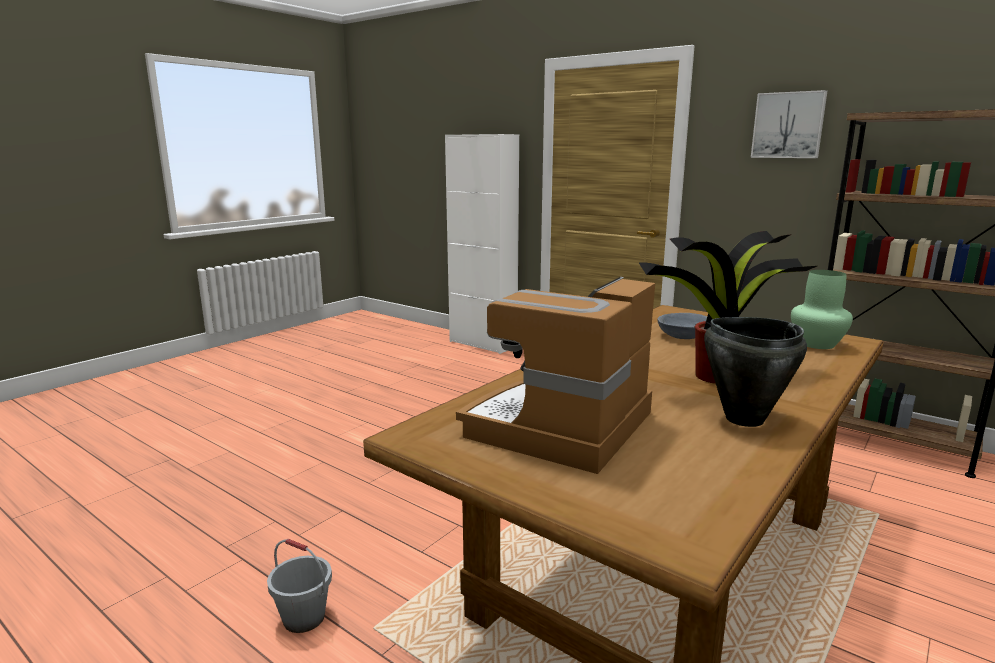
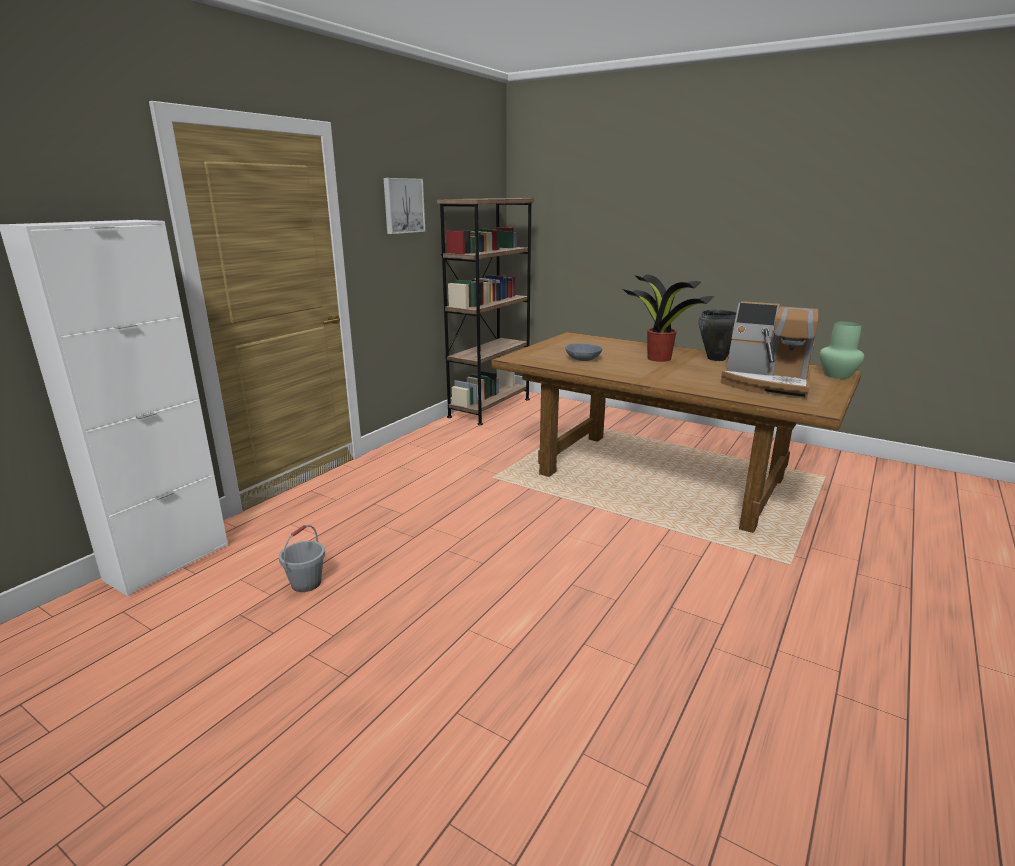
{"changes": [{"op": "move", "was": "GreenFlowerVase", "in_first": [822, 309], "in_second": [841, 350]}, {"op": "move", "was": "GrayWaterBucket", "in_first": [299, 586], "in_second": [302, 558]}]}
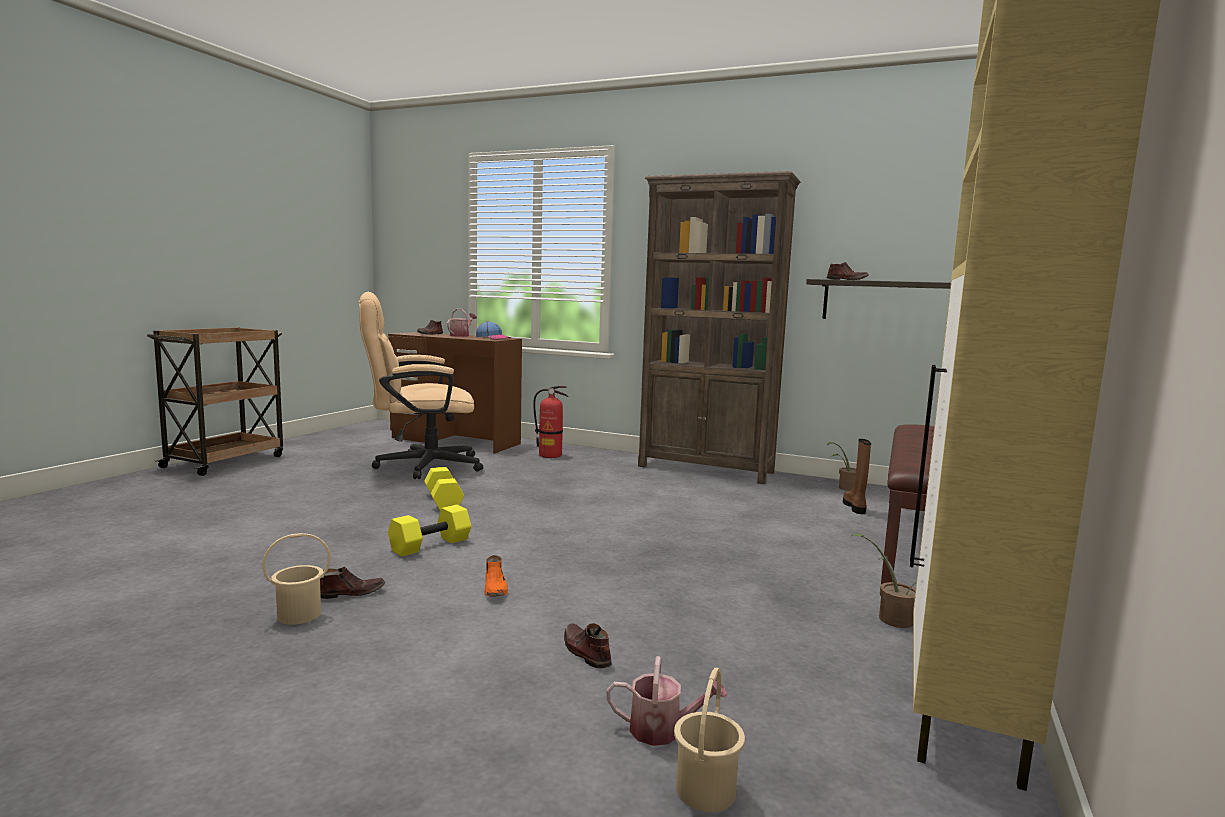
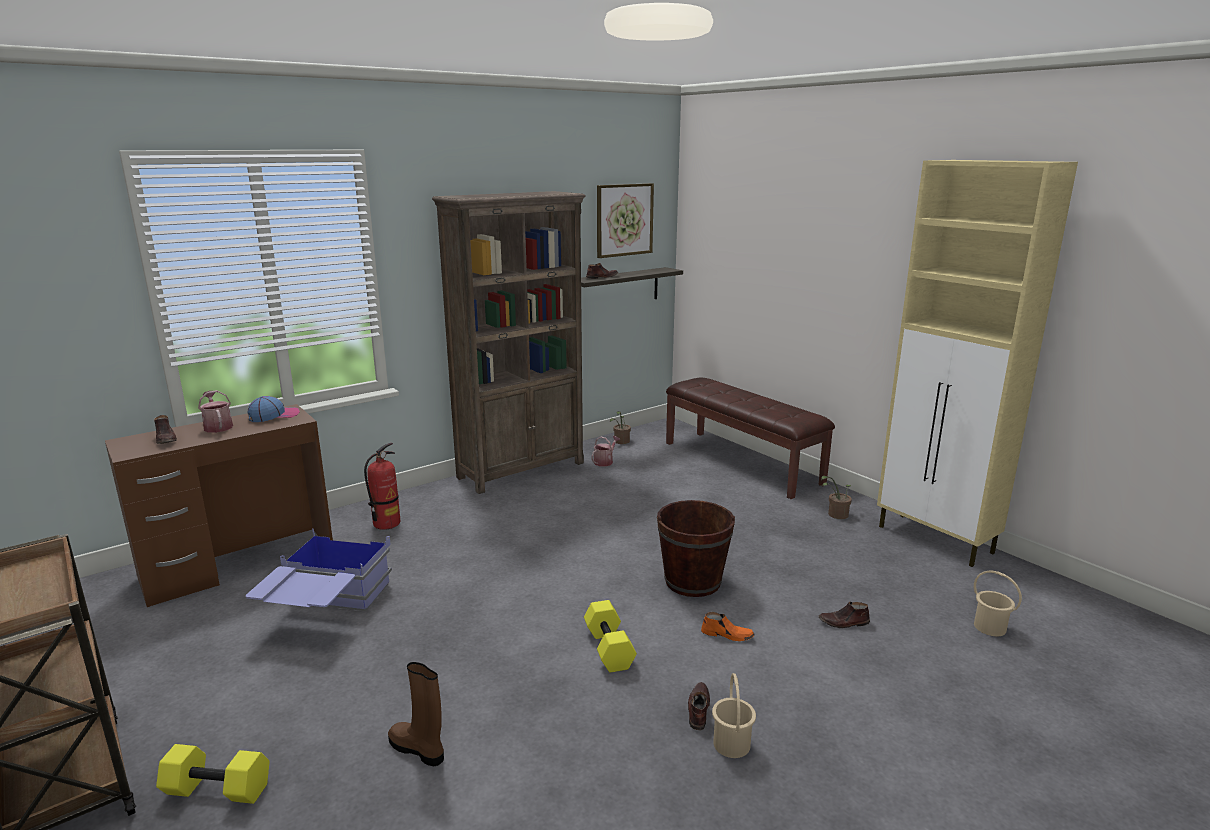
{"changes": [{"op": "replace", "was": "BeigeComputerChair", "now": "BlueStorageBox", "in_first": [421, 385], "in_second": [318, 569]}, {"op": "move", "was": "BrownBoot", "in_first": [857, 476], "in_second": [416, 714]}, {"op": "move", "was": "YellowColouredDumbbell", "in_first": [444, 489], "in_second": [213, 774]}, {"op": "move", "was": "SprinklingCan", "in_first": [666, 701], "in_second": [605, 451]}, {"op": "insert", "now": "WallPicture", "in_second": [625, 220]}, {"op": "insert", "now": "BrownWaterBucket", "in_second": [696, 548]}]}
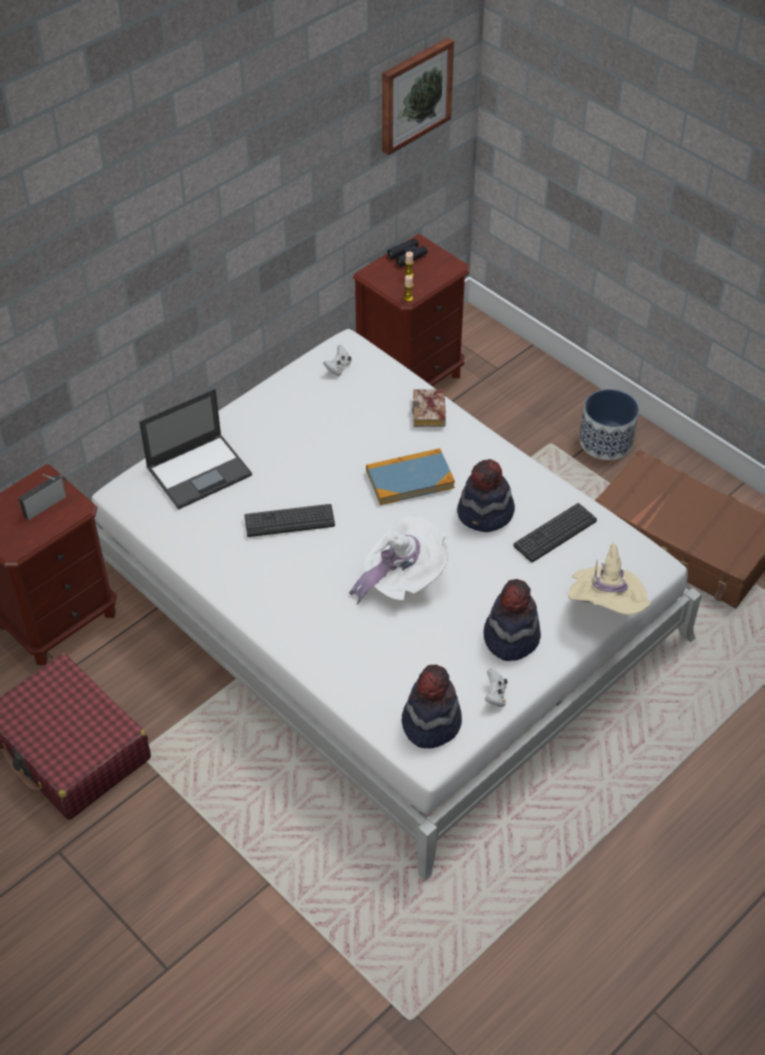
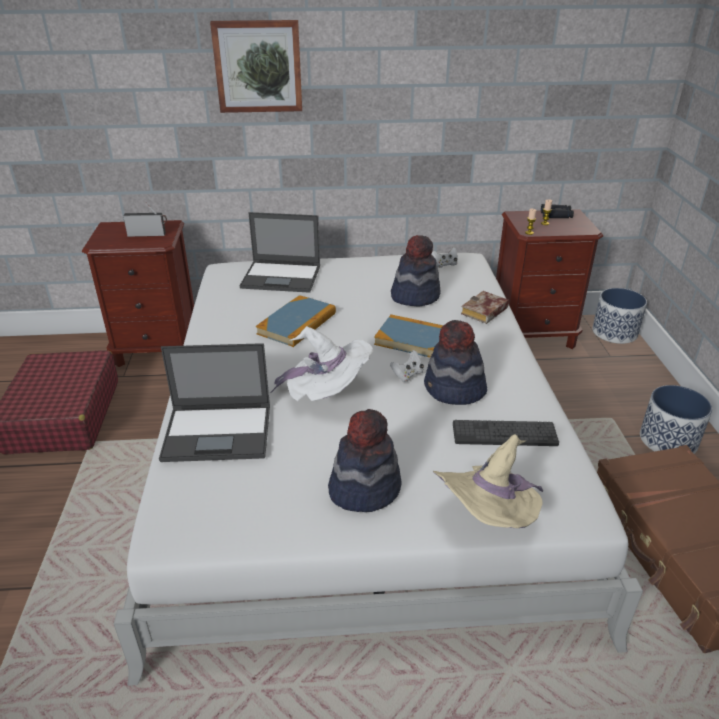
{"changes": [{"op": "move", "was": "WallPicture", "in_first": [418, 96], "in_second": [256, 66]}, {"op": "replace", "was": "Keyboard", "now": "BoundBook", "in_first": [289, 520], "in_second": [296, 321]}, {"op": "move", "was": "Hat", "in_first": [432, 706], "in_second": [416, 271]}, {"op": "move", "was": "WhitishGameController", "in_first": [496, 688], "in_second": [407, 366]}, {"op": "insert", "now": "FlowerPot", "in_second": [619, 316]}, {"op": "insert", "now": "PortableComputer", "in_second": [214, 402]}]}
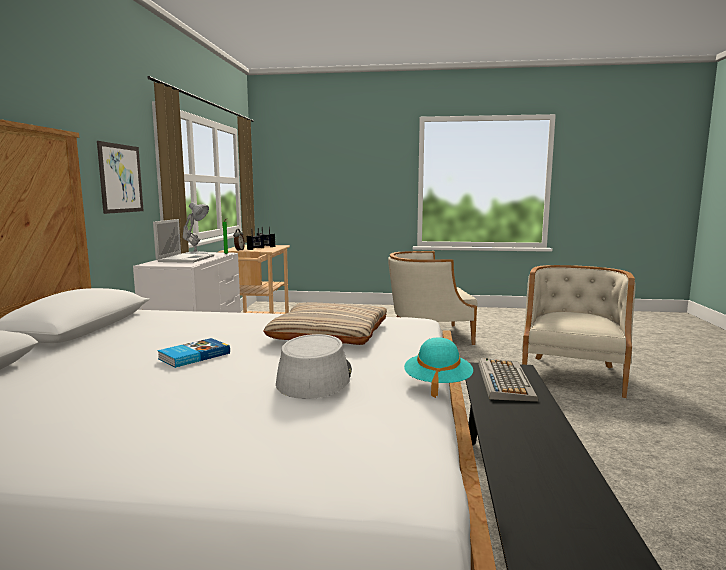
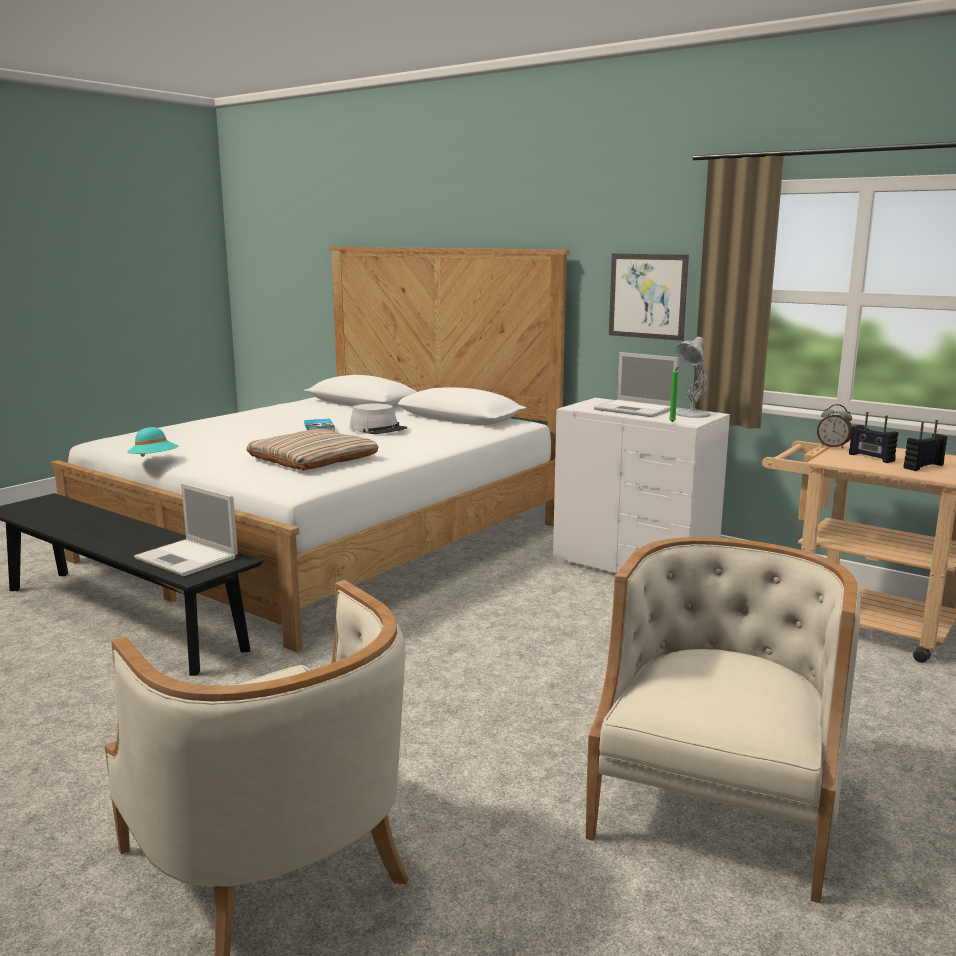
{"changes": [{"op": "move", "was": "GrayHat", "in_first": [314, 366], "in_second": [378, 419]}, {"op": "replace", "was": "Keyboard", "now": "PortableComputer", "in_first": [508, 380], "in_second": [186, 529]}]}
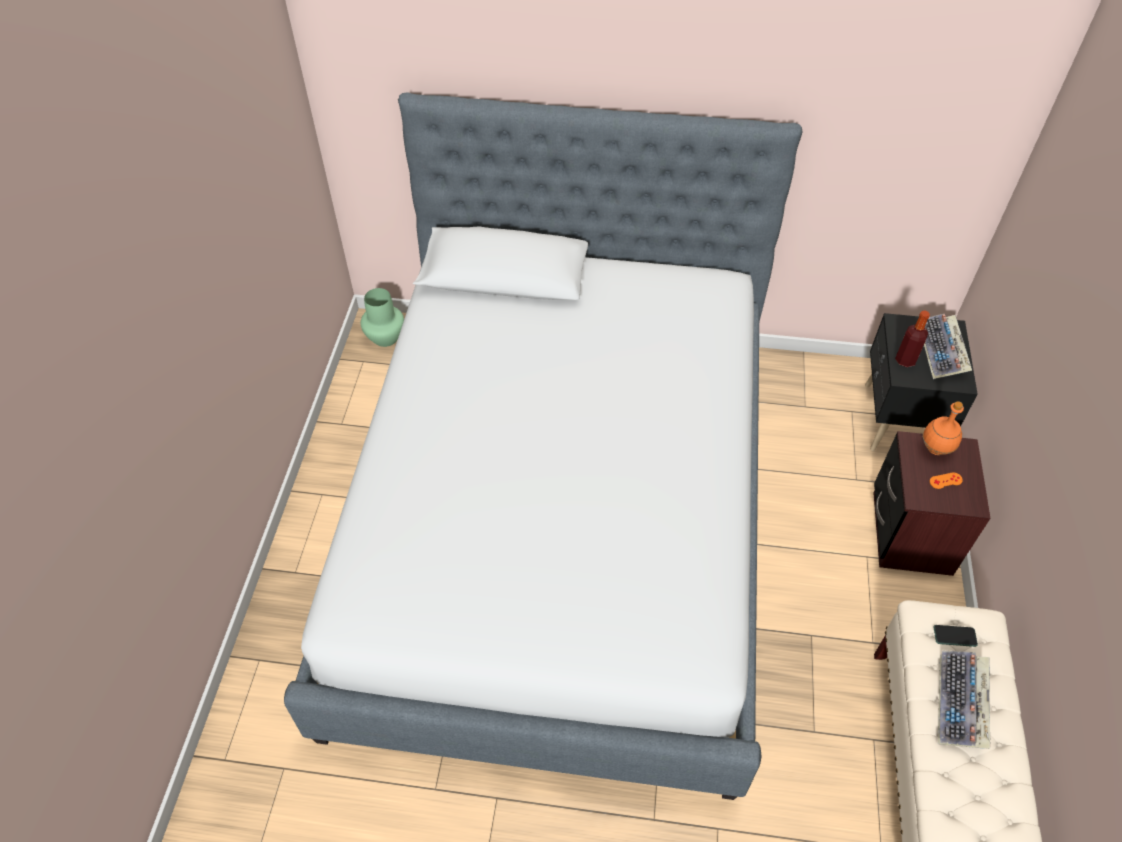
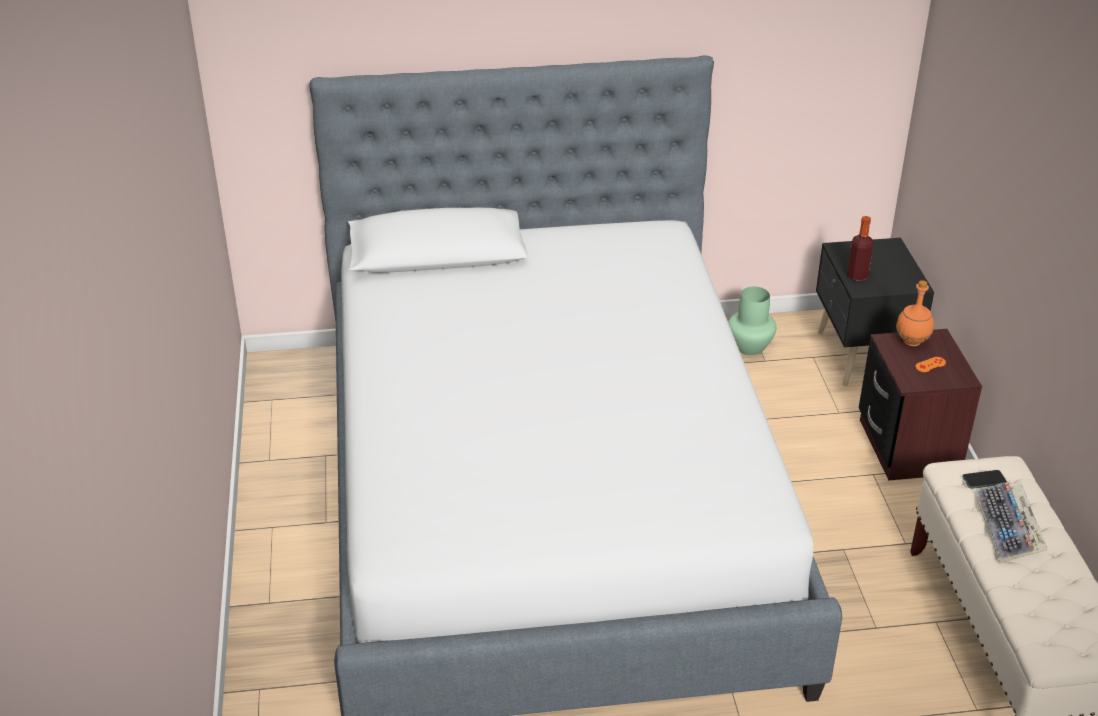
{"changes": [{"op": "move", "was": "GreenFlowerVase", "in_first": [382, 317], "in_second": [752, 321]}, {"op": "delete", "was": "Keyboard", "in_first": [948, 346]}]}
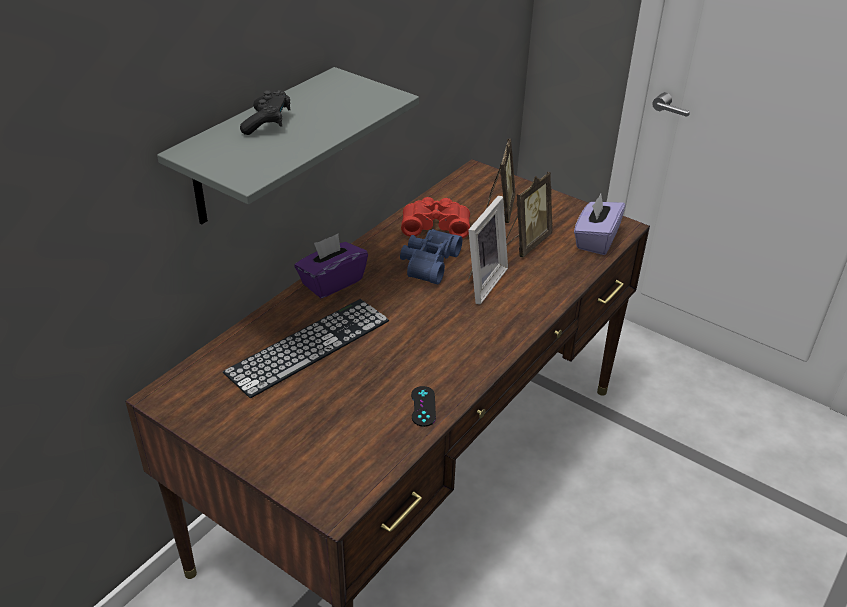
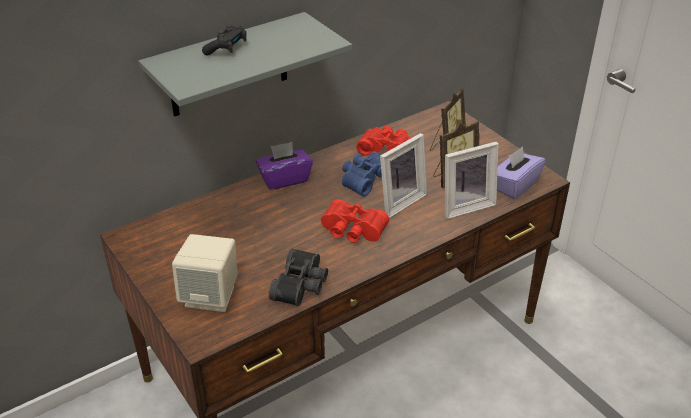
{"changes": [{"op": "delete", "was": "Keyboard", "in_first": [306, 349]}, {"op": "replace", "was": "BlackGameController", "now": "BlackFieldGlasses", "in_first": [423, 406], "in_second": [298, 277]}, {"op": "insert", "now": "PictureFrame", "in_second": [472, 180]}, {"op": "insert", "now": "RedColouredFieldGlasses", "in_second": [355, 221]}, {"op": "insert", "now": "BeigeAudioSpeaker", "in_second": [205, 273]}]}
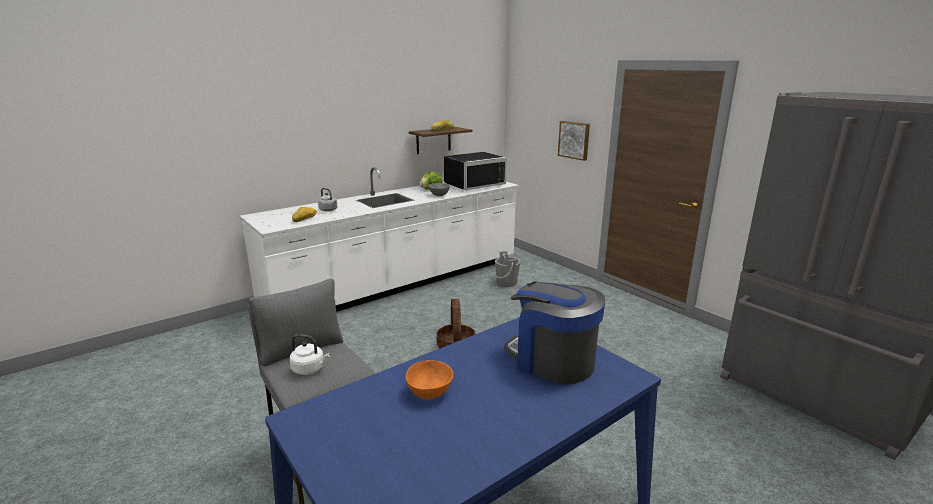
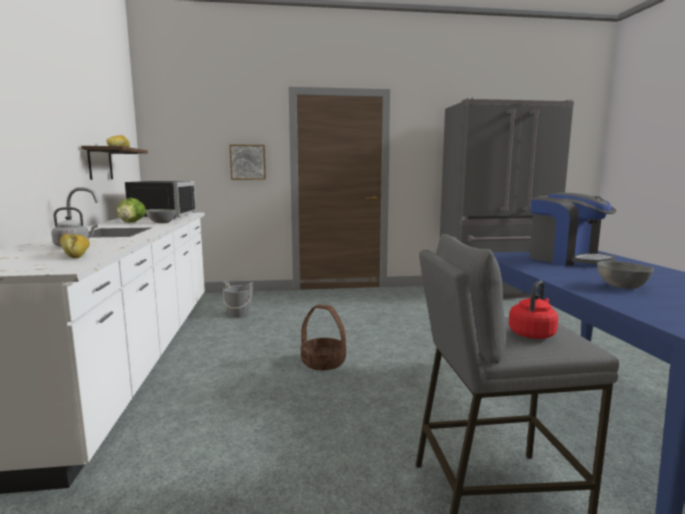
{"changes": [{"op": "rotate", "was": "CoffeeMaker", "in_first": [554, 333], "in_second": [573, 229], "clockwise": -105}, {"op": "recolor", "was": "WhitishTeaKettle", "now": "RedColouredTeaKettle", "in_first": [310, 354], "in_second": [533, 310]}, {"op": "recolor", "was": "OrangeyBowl", "now": "GrayBowl", "in_first": [429, 379], "in_second": [625, 275]}]}
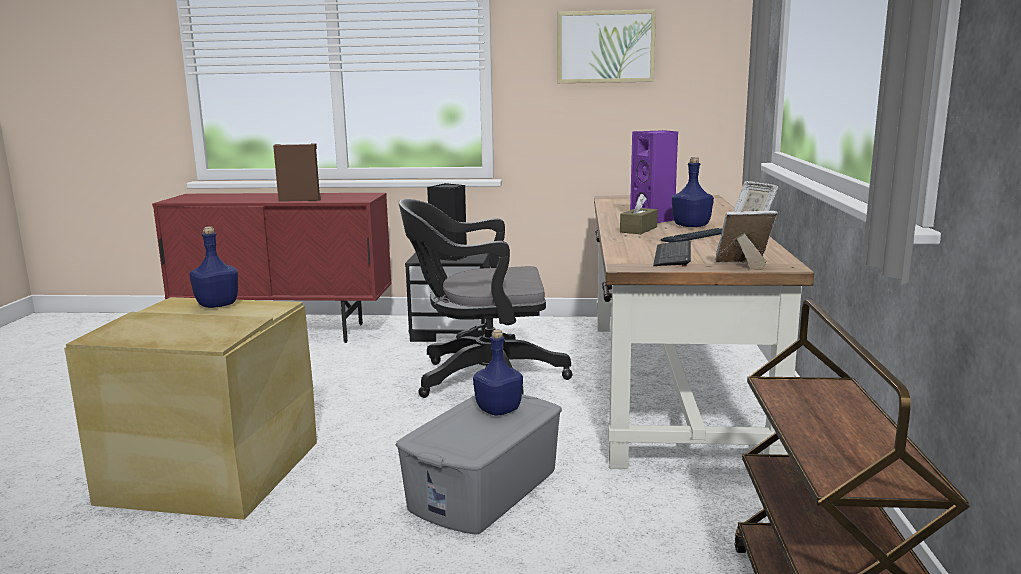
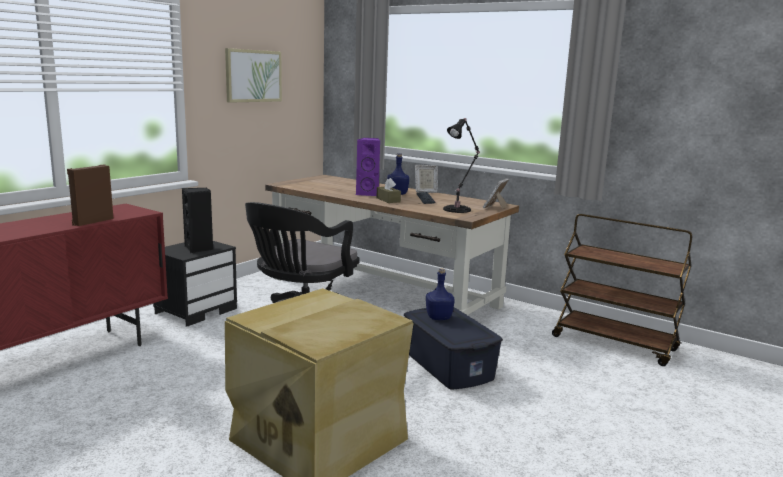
{"changes": [{"op": "delete", "was": "BlueBottle", "in_first": [213, 267]}, {"op": "replace", "was": "Keyboard", "now": "BlackTableLamp", "in_first": [672, 253], "in_second": [461, 165]}, {"op": "recolor", "was": "GrayStorageBox", "now": "BlueStorageBox", "in_first": [479, 464], "in_second": [453, 348]}]}
